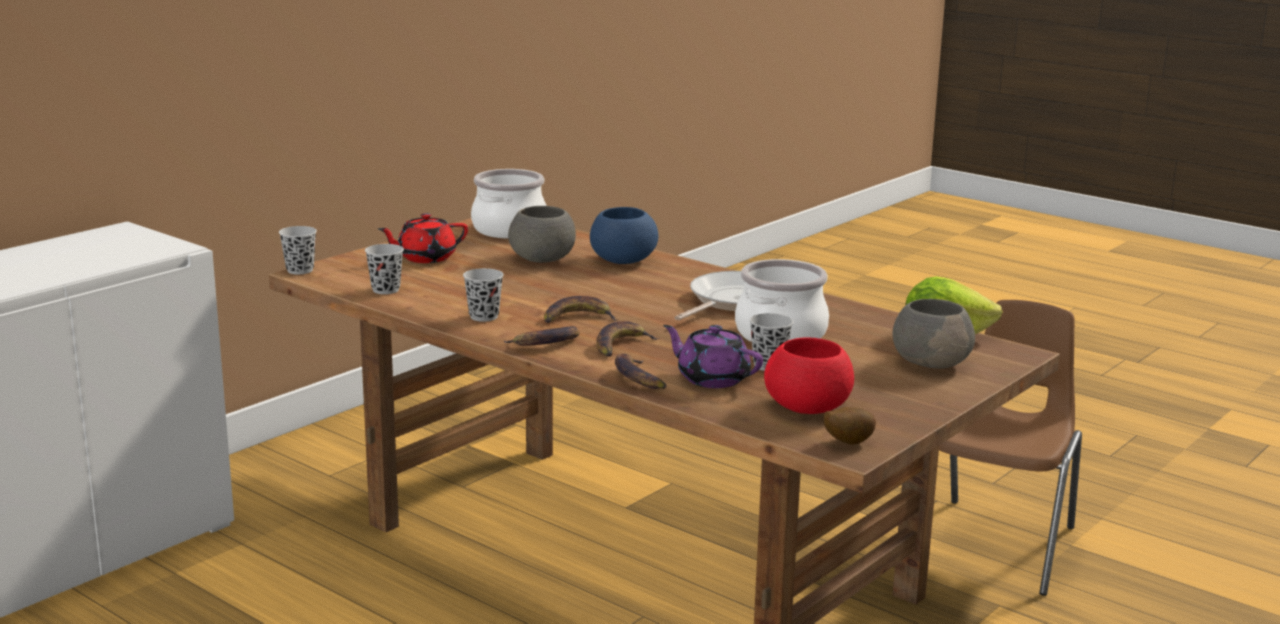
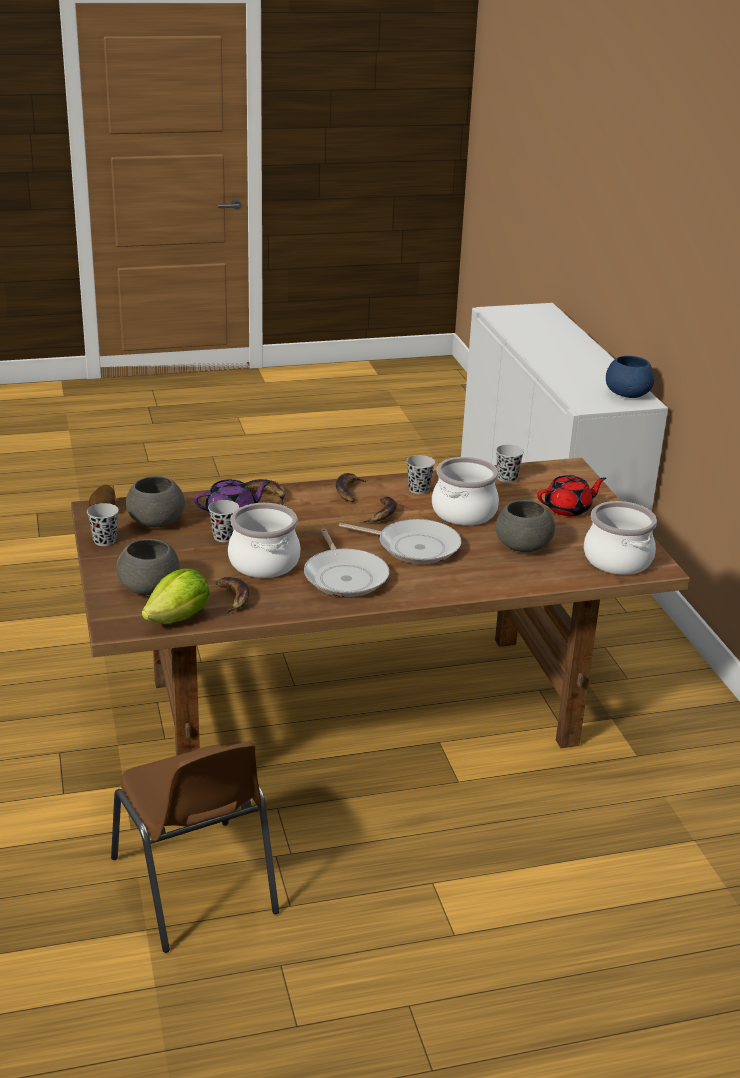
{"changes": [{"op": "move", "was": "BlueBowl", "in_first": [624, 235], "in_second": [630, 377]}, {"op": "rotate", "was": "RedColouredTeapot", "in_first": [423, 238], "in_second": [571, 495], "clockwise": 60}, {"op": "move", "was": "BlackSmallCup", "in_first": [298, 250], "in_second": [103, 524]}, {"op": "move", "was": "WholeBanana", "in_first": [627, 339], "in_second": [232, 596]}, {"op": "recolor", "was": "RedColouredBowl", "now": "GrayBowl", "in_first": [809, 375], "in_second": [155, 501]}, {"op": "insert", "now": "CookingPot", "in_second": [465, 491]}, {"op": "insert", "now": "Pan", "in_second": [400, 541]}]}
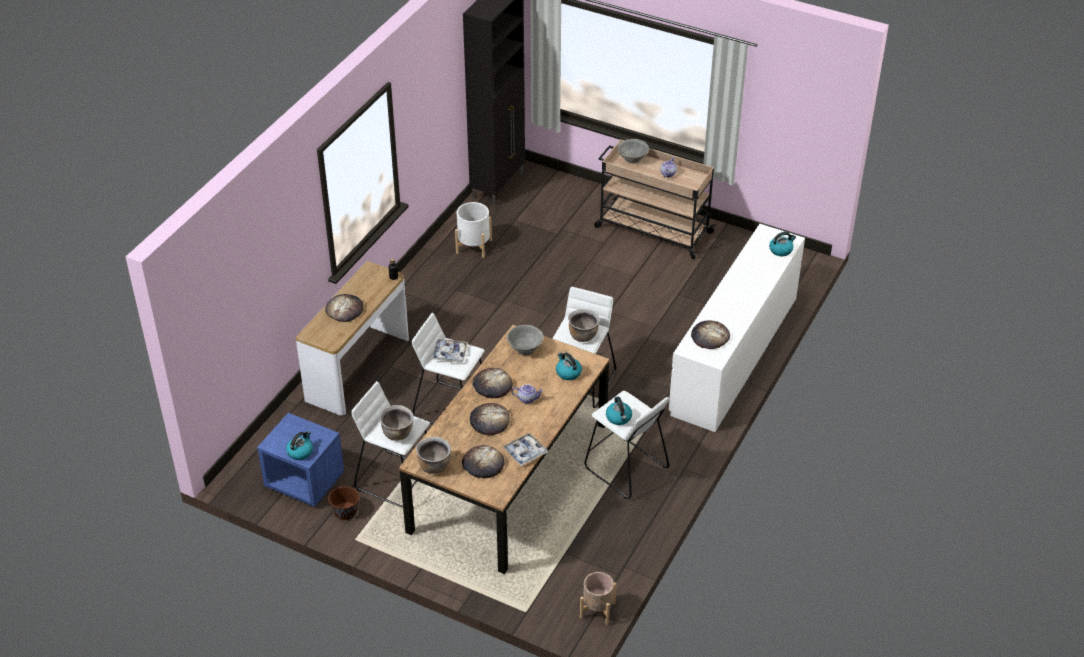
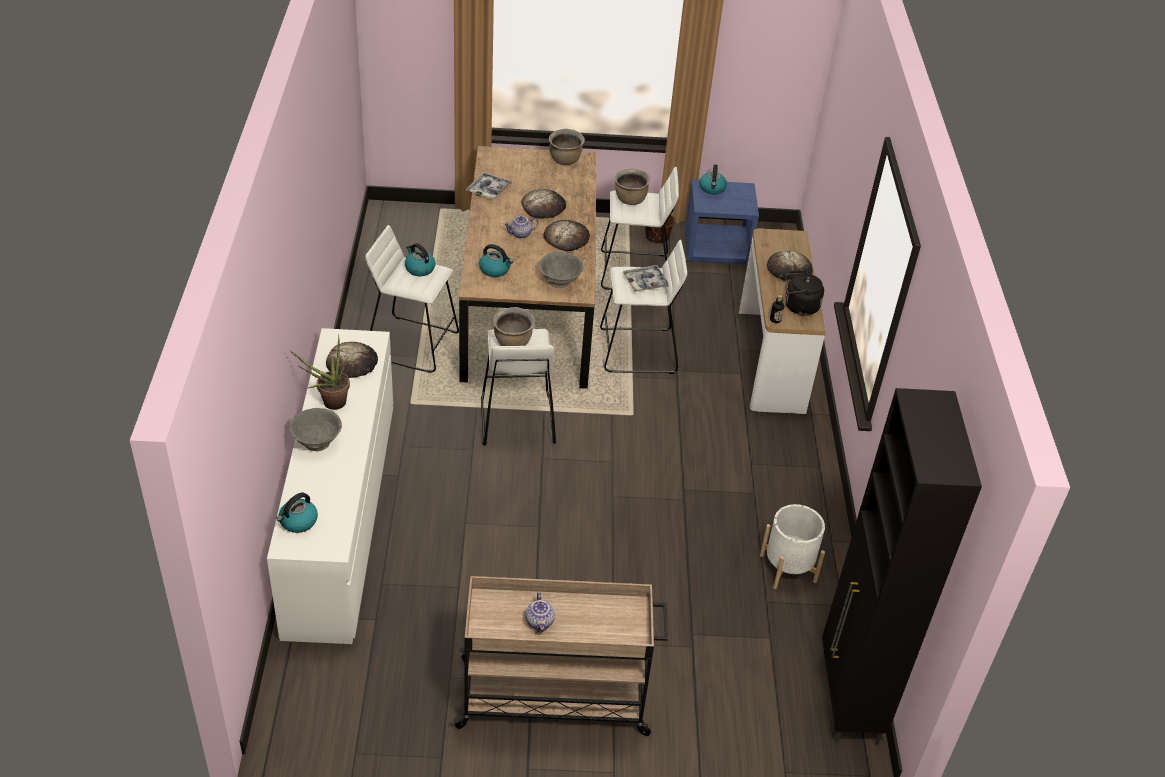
{"changes": [{"op": "move", "was": "GrayBowl", "in_first": [633, 151], "in_second": [315, 429]}, {"op": "delete", "was": "Bread", "in_first": [483, 461]}, {"op": "delete", "was": "BeigeFlowerPot", "in_first": [598, 598]}, {"op": "insert", "now": "BlackTeaKettle", "in_second": [804, 292]}, {"op": "insert", "now": "PottedPlant", "in_second": [320, 372]}]}
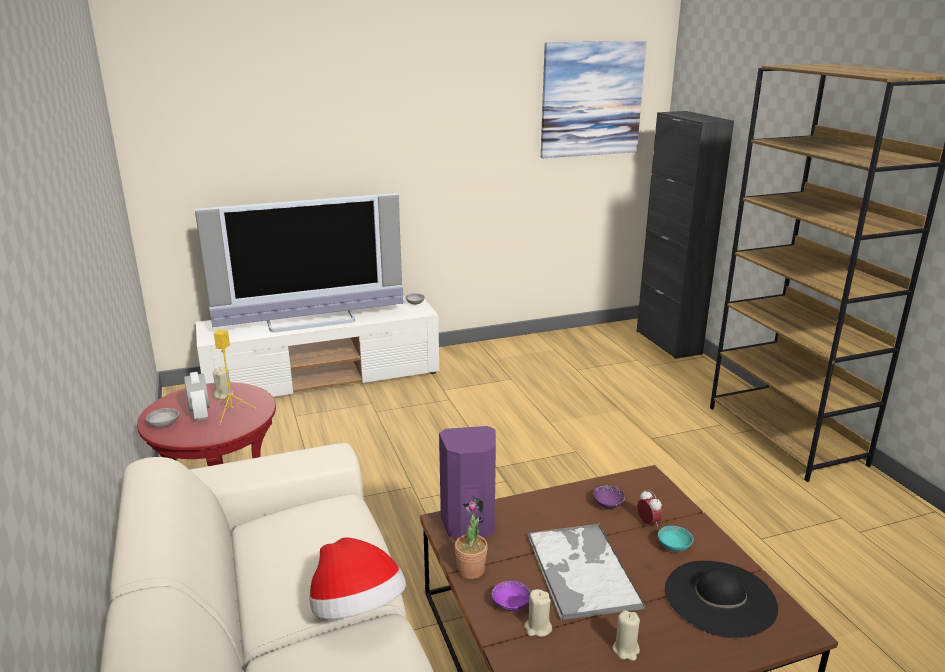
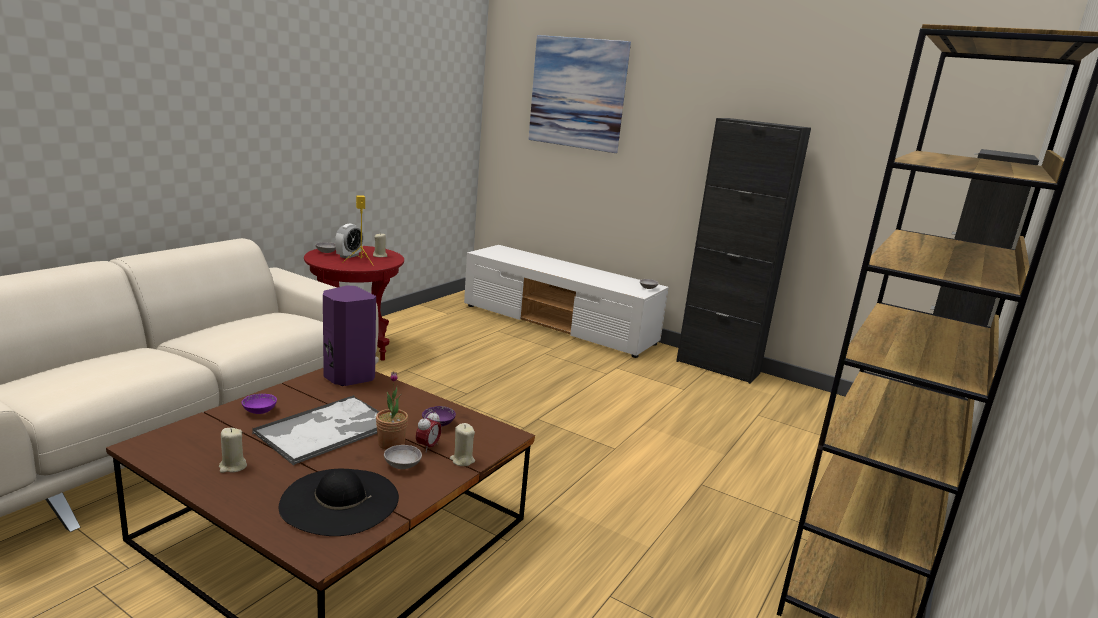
{"changes": [{"op": "move", "was": "WallPicture", "in_first": [593, 99], "in_second": [579, 94]}, {"op": "delete", "was": "TvSet", "in_first": [299, 263]}, {"op": "move", "was": "PottedPlant", "in_first": [471, 540], "in_second": [392, 411]}, {"op": "recolor", "was": "TurquoiseColouredBowl", "now": "GrayBowl", "in_first": [676, 539], "in_second": [403, 457]}, {"op": "delete", "was": "Hat", "in_first": [357, 578]}, {"op": "move", "was": "BeigeCandle", "in_first": [538, 613], "in_second": [462, 444]}, {"op": "insert", "now": "BlackStorageCabinet", "in_second": [743, 251]}]}
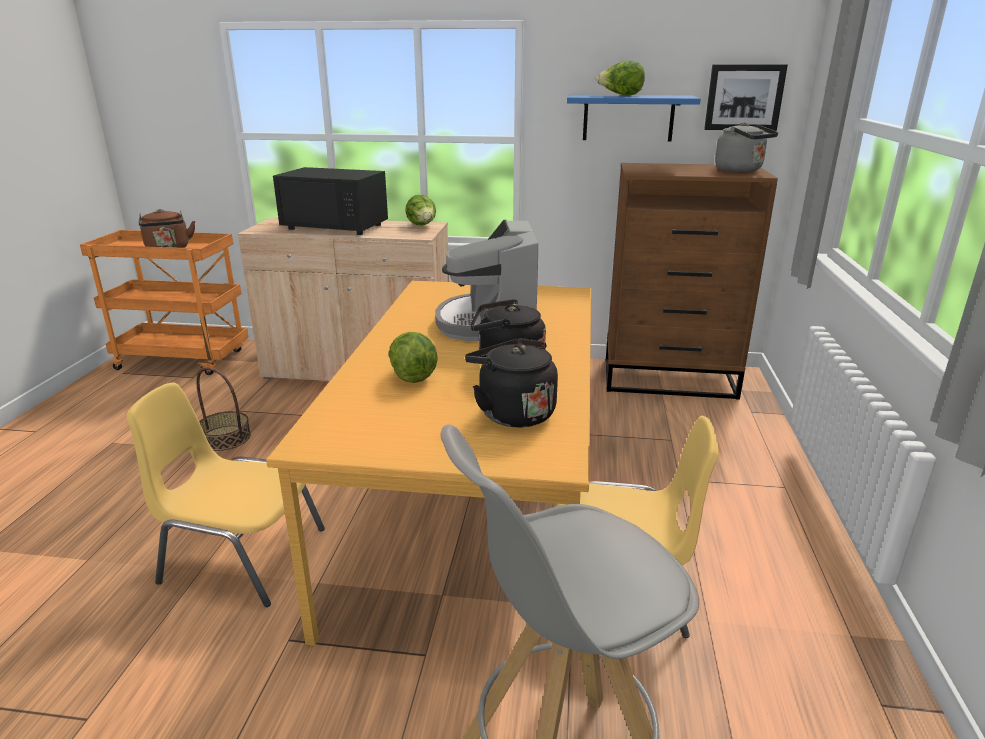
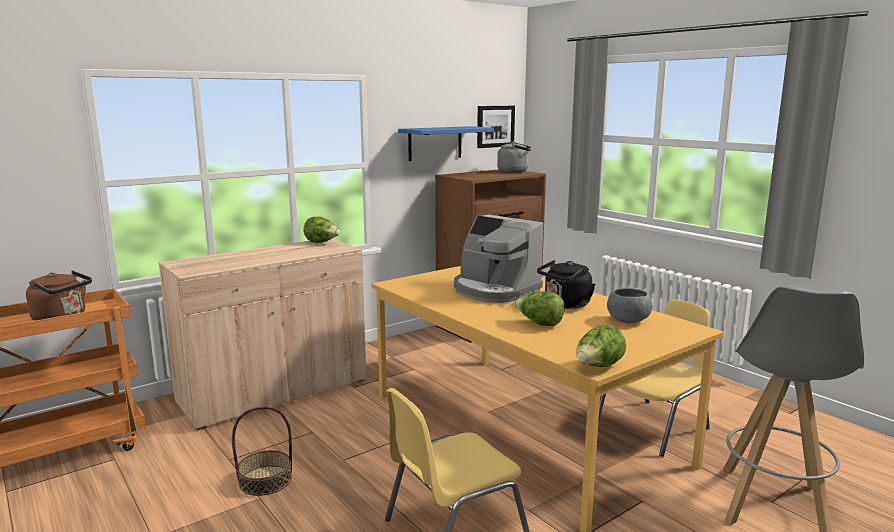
{"changes": [{"op": "move", "was": "LettuceHead", "in_first": [620, 78], "in_second": [601, 346]}, {"op": "delete", "was": "BlackMicrowave", "in_first": [330, 201]}, {"op": "replace", "was": "BlackTeaKettle", "now": "GrayBowl", "in_first": [511, 382], "in_second": [629, 305]}]}
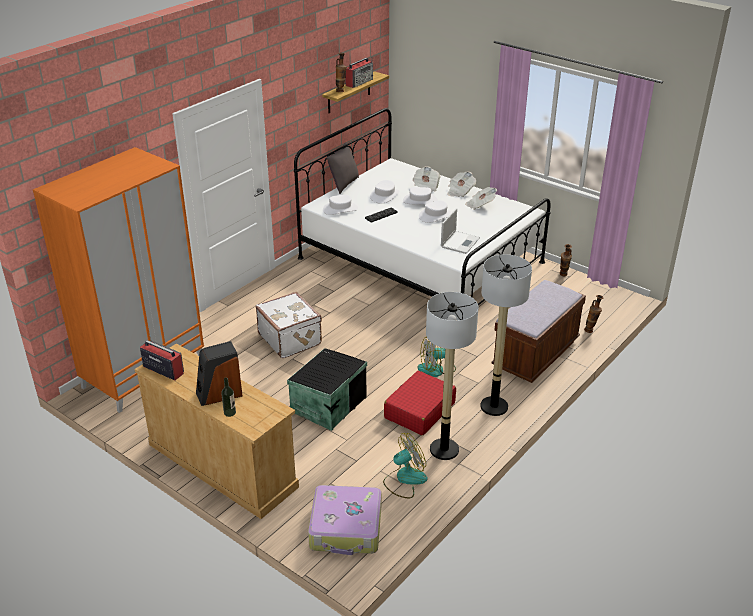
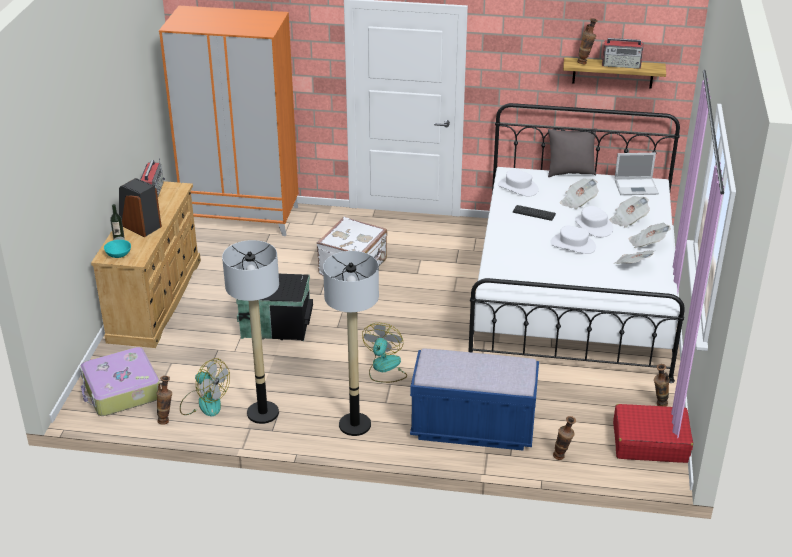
{"changes": [{"op": "replace", "was": "WhitishHat", "now": "Newspaper", "in_first": [384, 191], "in_second": [579, 193]}, {"op": "move", "was": "PortableComputer", "in_first": [460, 231], "in_second": [637, 174]}, {"op": "recolor", "was": "BrownIndoorBench", "now": "BlueIndoorBench", "in_first": [538, 331], "in_second": [474, 400]}, {"op": "rotate", "was": "CoolingFan", "in_first": [437, 357], "in_second": [384, 353], "clockwise": 60}, {"op": "move", "was": "RedColouredSuitcase", "in_first": [420, 403], "in_second": [653, 433]}, {"op": "insert", "now": "TurquoiseColouredBowl", "in_second": [117, 249]}, {"op": "insert", "now": "FlowerVase", "in_second": [164, 400]}]}
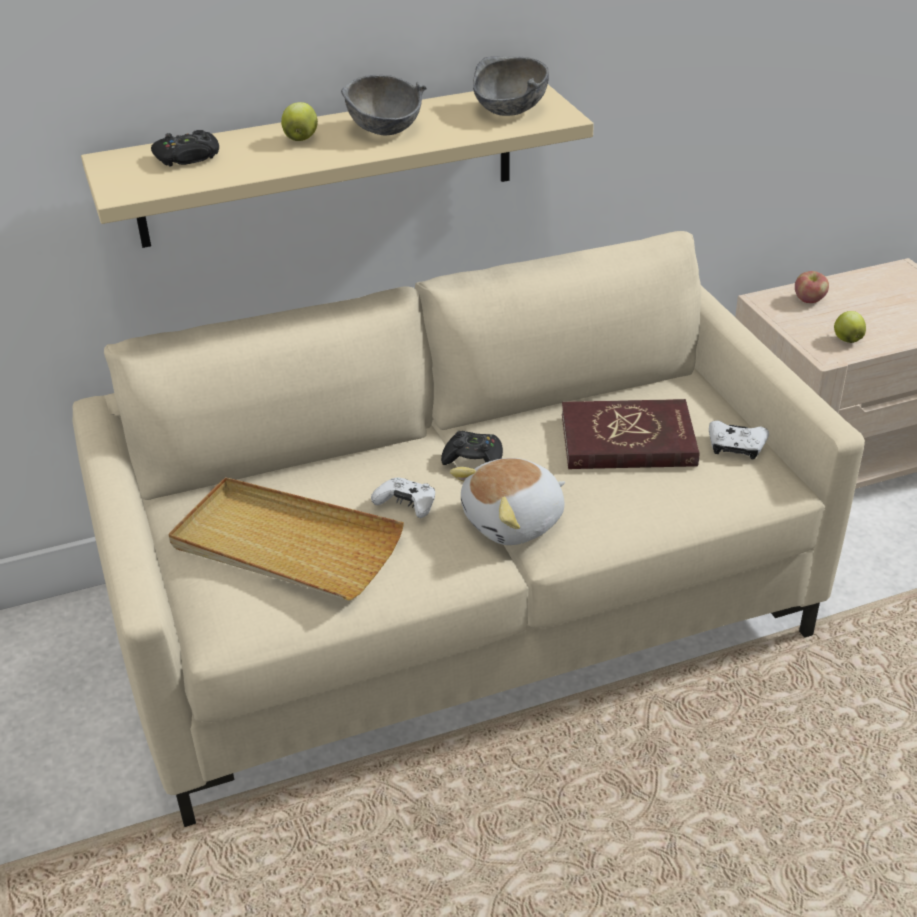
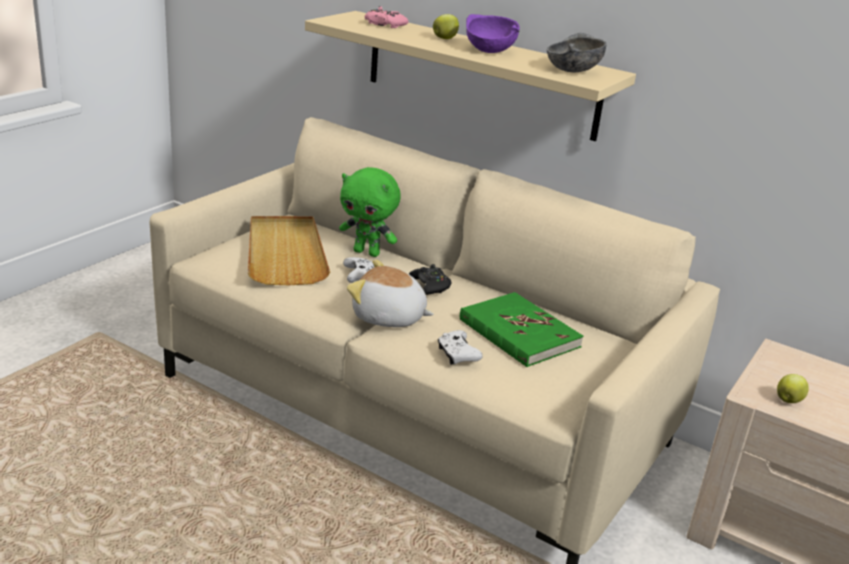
{"changes": [{"op": "recolor", "was": "GrayBowl", "now": "PurplishBowl", "in_first": [384, 105], "in_second": [492, 33]}, {"op": "recolor", "was": "BlackGameController", "now": "PinkGameController", "in_first": [185, 148], "in_second": [386, 17]}, {"op": "delete", "was": "Apple", "in_first": [812, 287]}, {"op": "recolor", "was": "RedColouredBoundBook", "now": "GreenBoundBook", "in_first": [631, 434], "in_second": [521, 329]}, {"op": "move", "was": "WhitishGameController", "in_first": [739, 440], "in_second": [460, 347]}, {"op": "insert", "now": "GreenCuddlyToy", "in_second": [370, 212]}]}
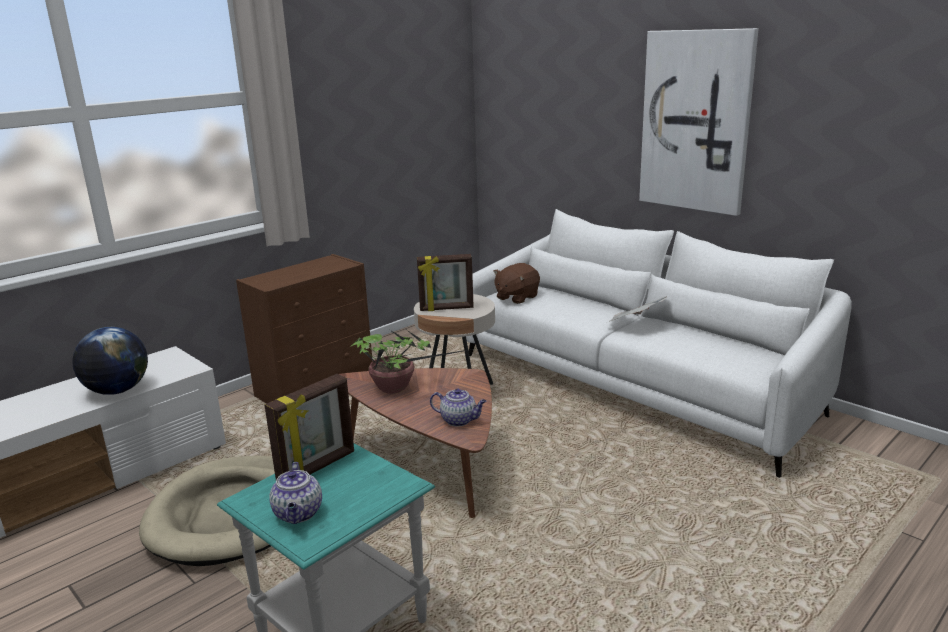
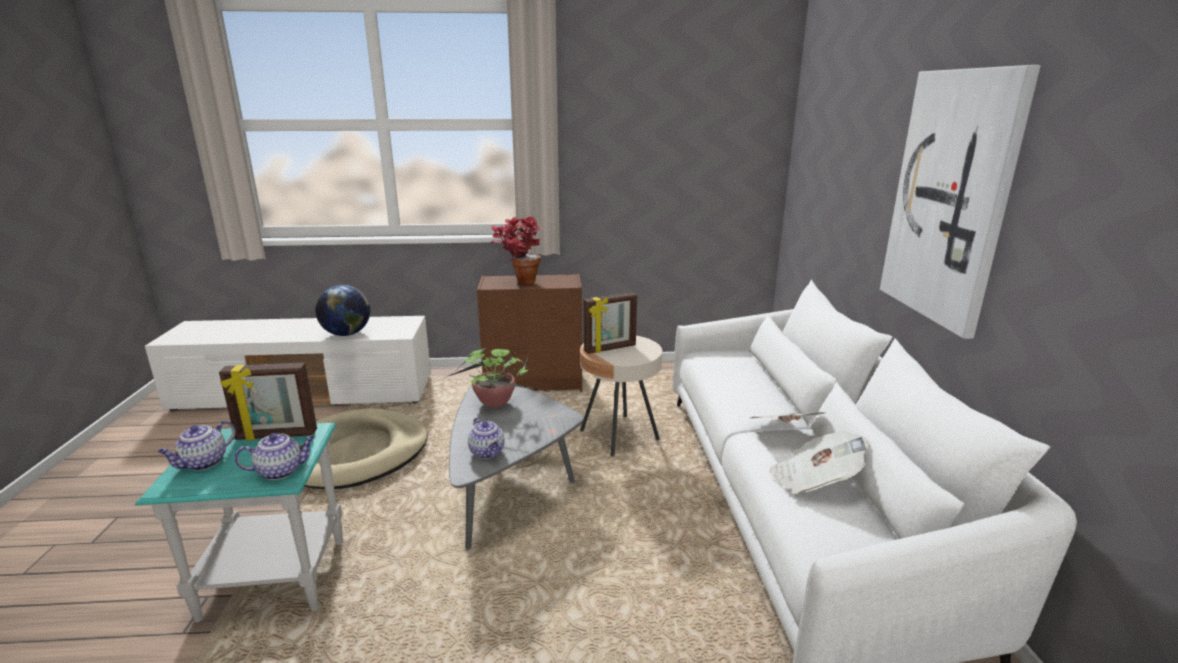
{"changes": [{"op": "rotate", "was": "PictureFrame", "in_first": [445, 282], "in_second": [610, 323], "clockwise": -60}, {"op": "delete", "was": "BrownCuddlyToy", "in_first": [516, 283]}, {"op": "recolor", "was": "BrownLowTable", "now": "GrayLowTable", "in_first": [415, 443], "in_second": [516, 466]}, {"op": "insert", "now": "PottedPlant", "in_second": [516, 250]}, {"op": "insert", "now": "Newspaper", "in_second": [819, 462]}, {"op": "insert", "now": "Teapot", "in_second": [274, 456]}]}
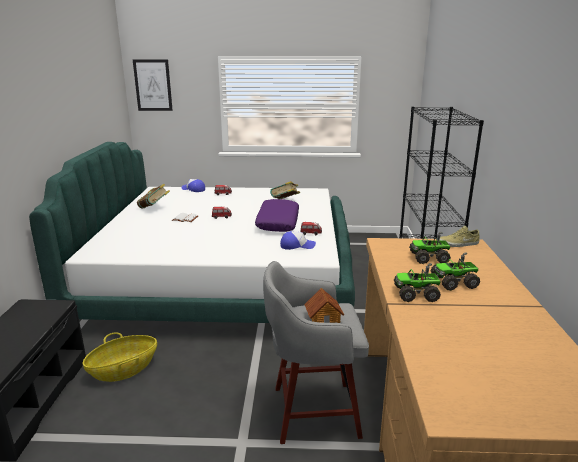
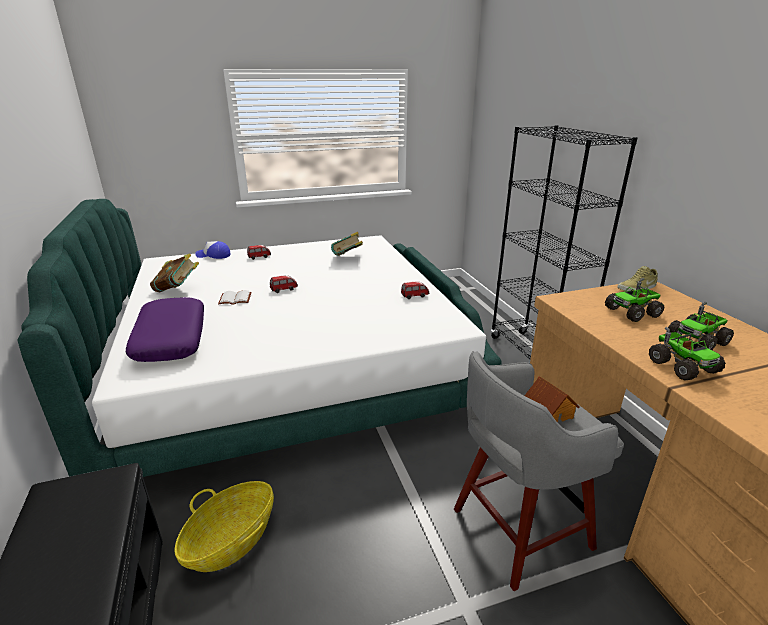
{"changes": [{"op": "delete", "was": "WallPicture", "in_first": [153, 85]}, {"op": "move", "was": "PurplishPillow", "in_first": [277, 215], "in_second": [165, 329]}, {"op": "delete", "was": "Cap", "in_first": [298, 240]}, {"op": "rotate", "was": "ToyLorry", "in_first": [417, 282], "in_second": [687, 353], "clockwise": -90}]}
